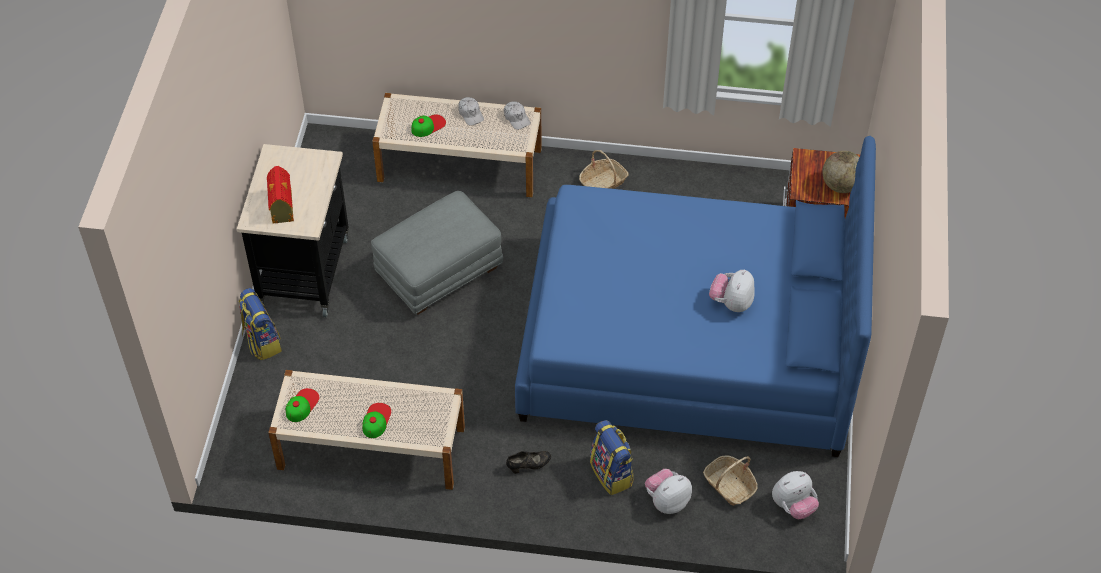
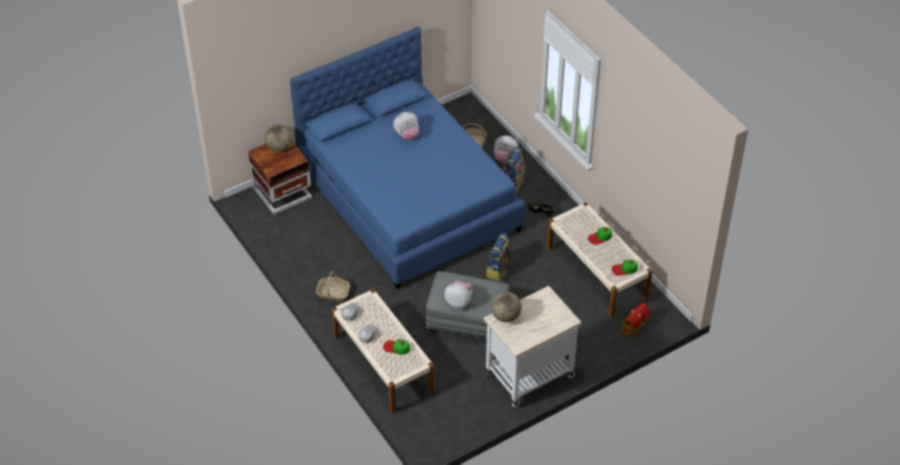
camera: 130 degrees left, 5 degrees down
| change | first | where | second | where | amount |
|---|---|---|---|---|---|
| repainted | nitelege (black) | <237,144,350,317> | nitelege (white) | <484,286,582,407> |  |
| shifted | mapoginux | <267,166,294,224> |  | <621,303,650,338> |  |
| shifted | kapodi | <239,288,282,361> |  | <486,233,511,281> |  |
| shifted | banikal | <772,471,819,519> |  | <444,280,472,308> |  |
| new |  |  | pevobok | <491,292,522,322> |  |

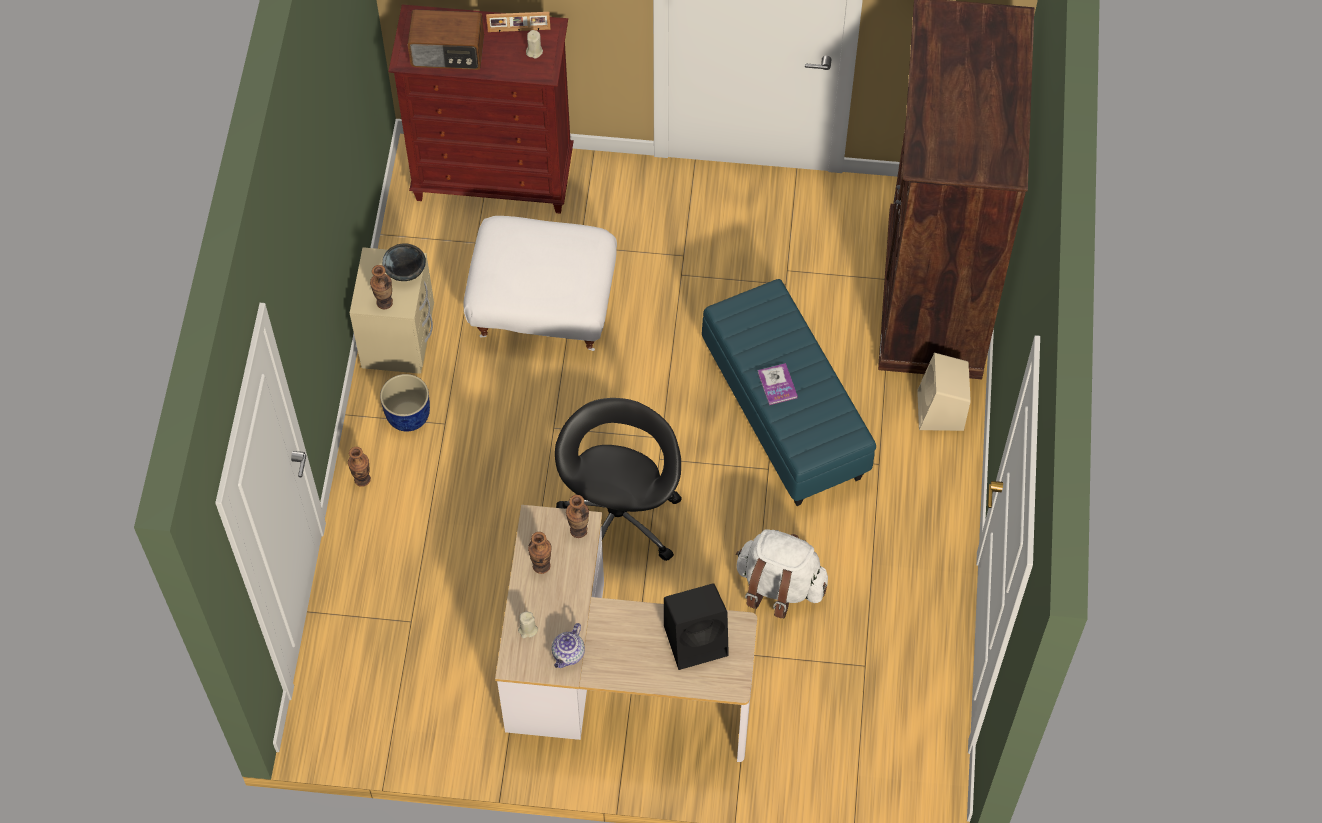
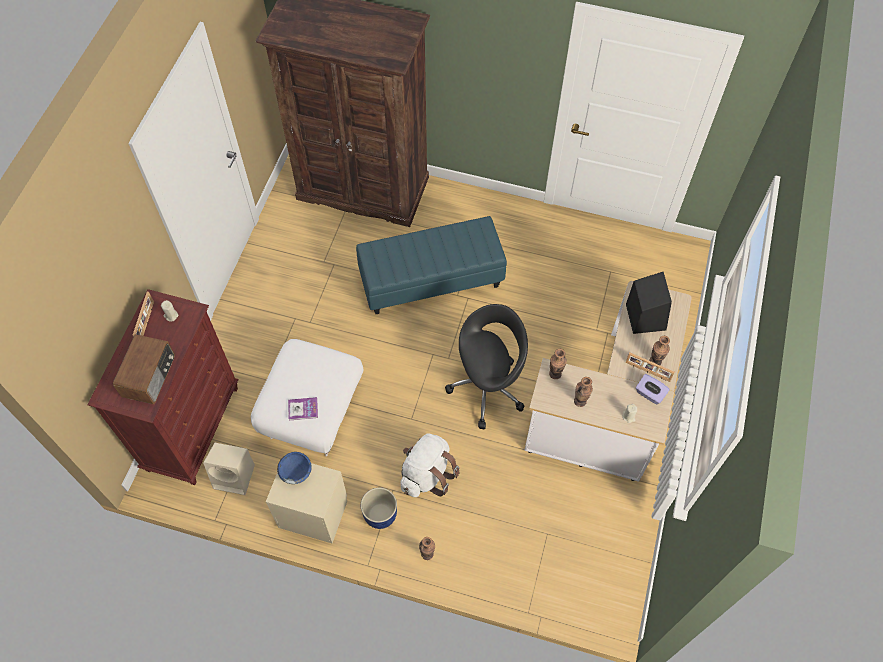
camera: 80 degrees left, 0 degrees up
| change | first | where | second | where | amount |
|---|---|---|---|---|---|
| repainted | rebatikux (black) | <382,243,426,281> | rebatikux (blue) | <277,452,312,484> |  |
| shifted | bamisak | <370,265,393,309> |  | <650,336,670,365> |  |
| shifted | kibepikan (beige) | <917,353,971,431> |  | <203,443,255,495> |  |
| shifted | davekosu | <758,363,798,405> |  | <288,397,318,420> |  |
| rotated | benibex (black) | <555,398,682,561> |  | <445,304,528,429> | 135 degrees clockwise |
| shifted | kapodi (white) | <736,530,828,618> |  | <400,434,459,497> |  |
| swapped | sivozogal | <552,623,585,668> | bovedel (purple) | <636,374,670,405> |  |
| new |  |  | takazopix | <625,352,675,382> |  |

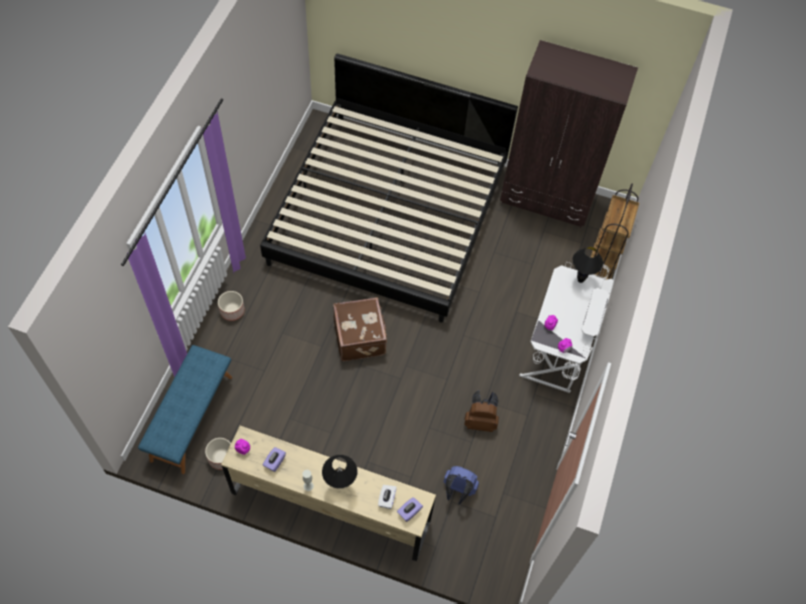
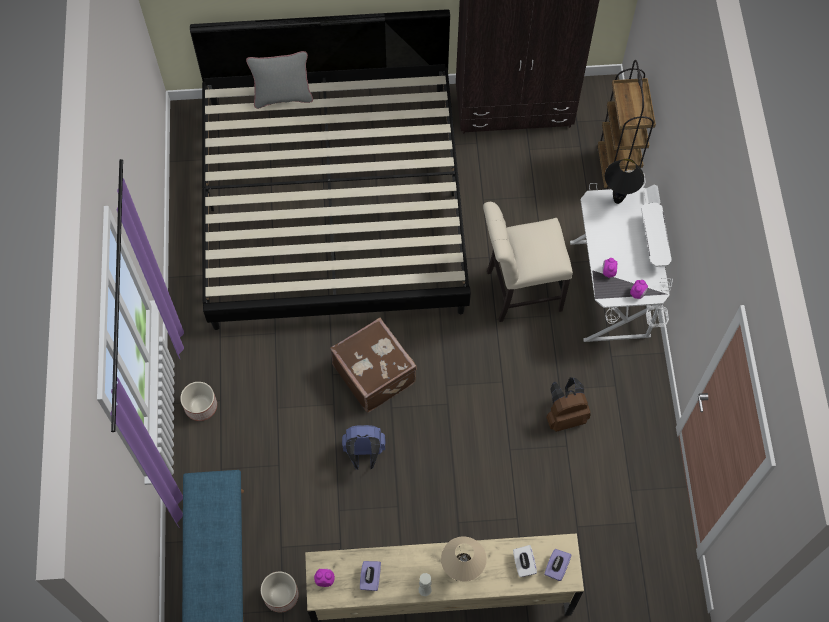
camera: 20 degrees left, 5 degrees up
| change | first | where | second | where | amount |
|---|---|---|---|---|---|
| repainted | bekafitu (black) | <322,455,358,489> | bekafitu (beige) | <441,537,487,582> |  |
| shifted | kapodi (blue) | <443,466,479,504> |  | <342,425,386,470> |  |
| new |  |  | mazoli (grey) | <246,51,313,109> |  |
| new |  |  | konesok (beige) | <483,202,573,322> |  |

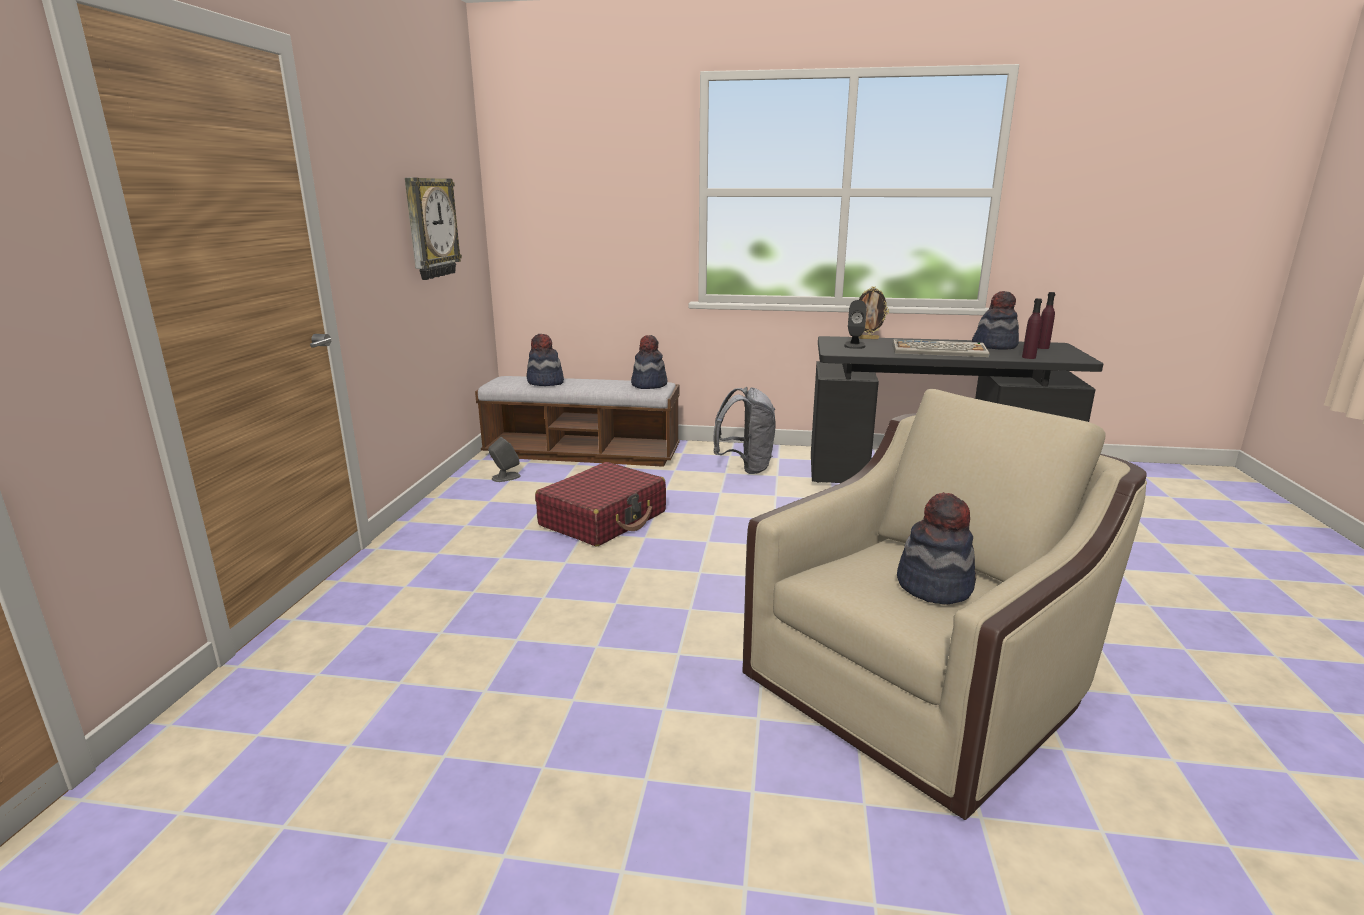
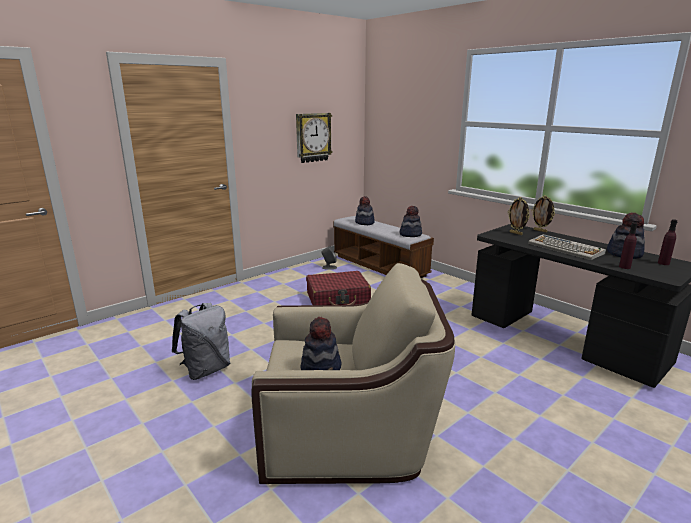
camera: 40 degrees right, 0 degrees up
| change | first | where | second | where | amount |
|---|---|---|---|---|---|
| swapped | kibepikan (black) | <844,300,867,349> | takazopix | <508,197,530,235> |  |
| shifted | kapodi (grey) | <713,387,775,474> |  | <172,303,230,380> |  |

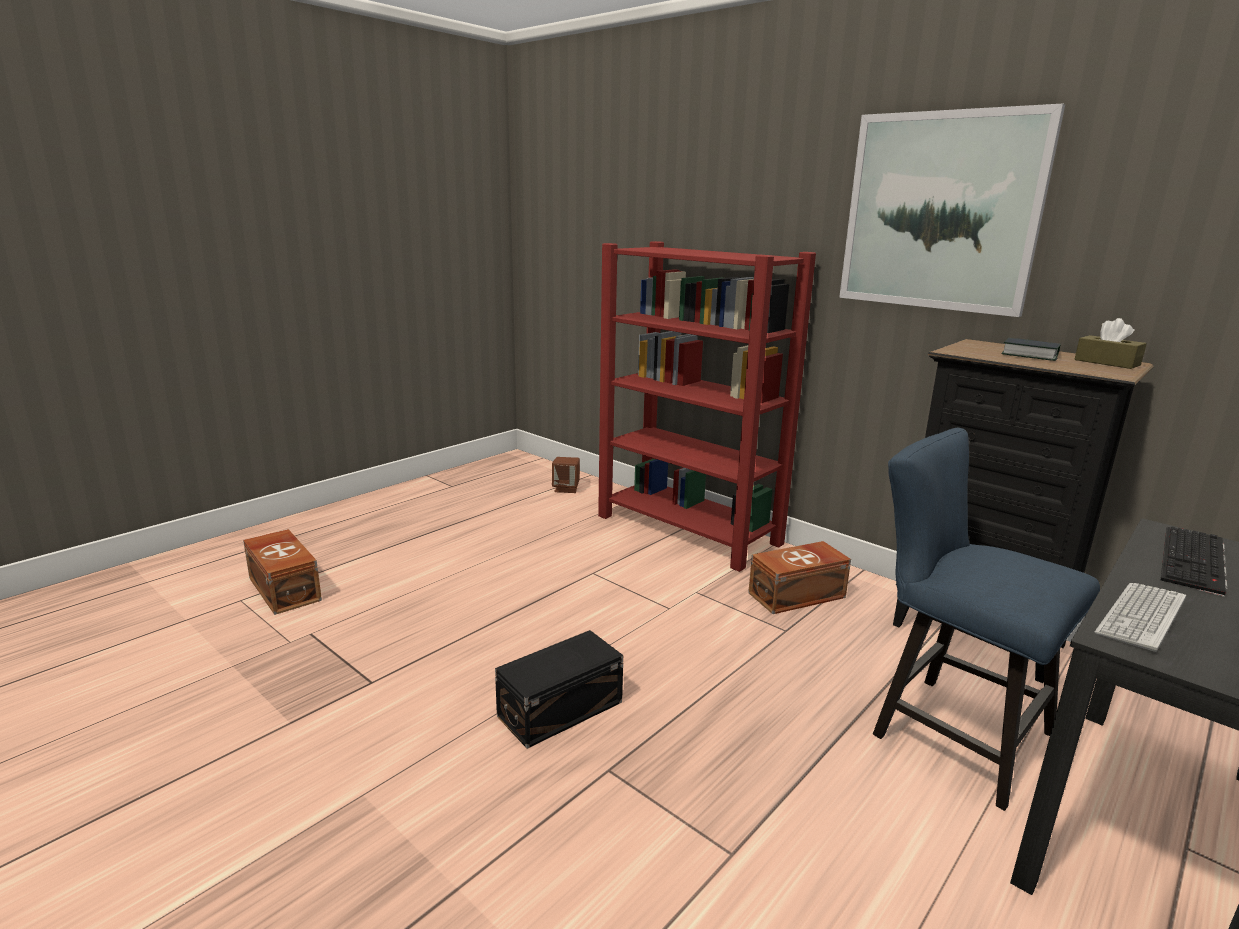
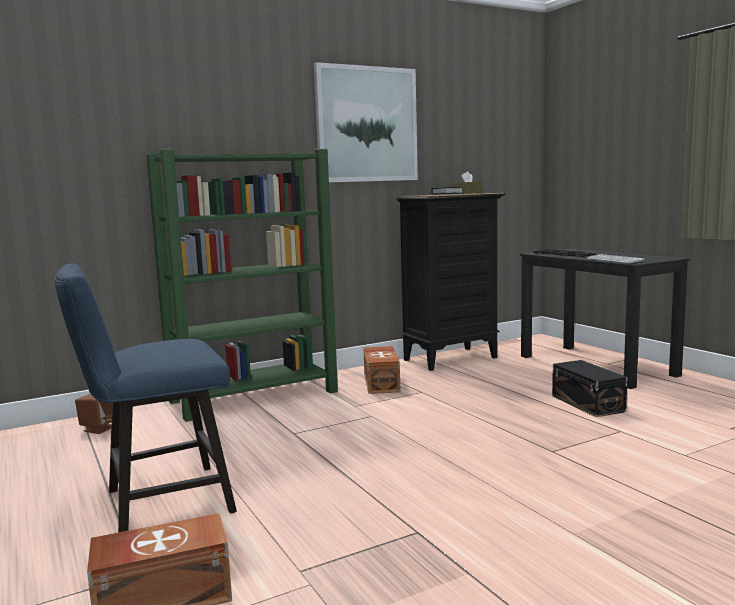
camera: 70 degrees left, 10 degrees down
| change | first | where | second | where | amount |
|---|---|---|---|---|---|
| repainted | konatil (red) | <598,241,816,572> | konatil (green) | <146,149,338,422> |  |
| shifted | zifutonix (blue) | <873,428,1100,811> |  | <55,263,237,532> |  |
| shifted | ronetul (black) | <495,630,623,749> |  | <552,360,627,417> |  |

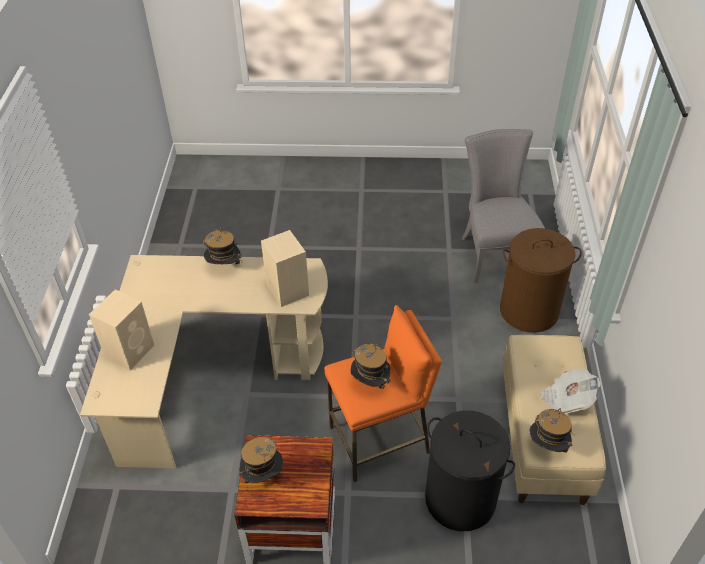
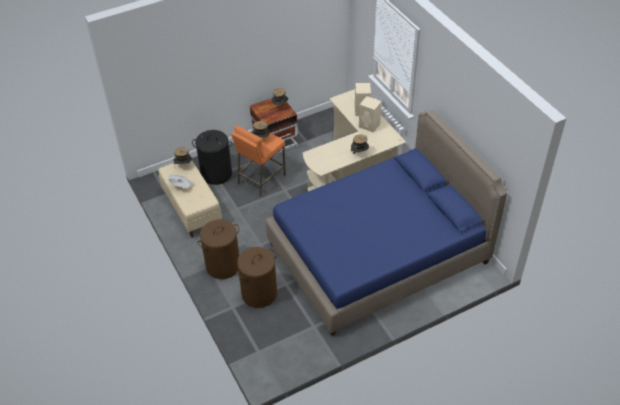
camera: 150 degrees right, 0 degrees up
| change | first | where | second | where | amount |
|---|---|---|---|---|---|
| swapped | zifutonix (grey) | <462,129,545,283> | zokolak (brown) | <236,247,277,308> |  |
| shifted | kibepikan (beige) | <261,230,309,307> |  | <359,96,382,133> |  |
| new |  |  | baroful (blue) | <266,110,507,336> |  |

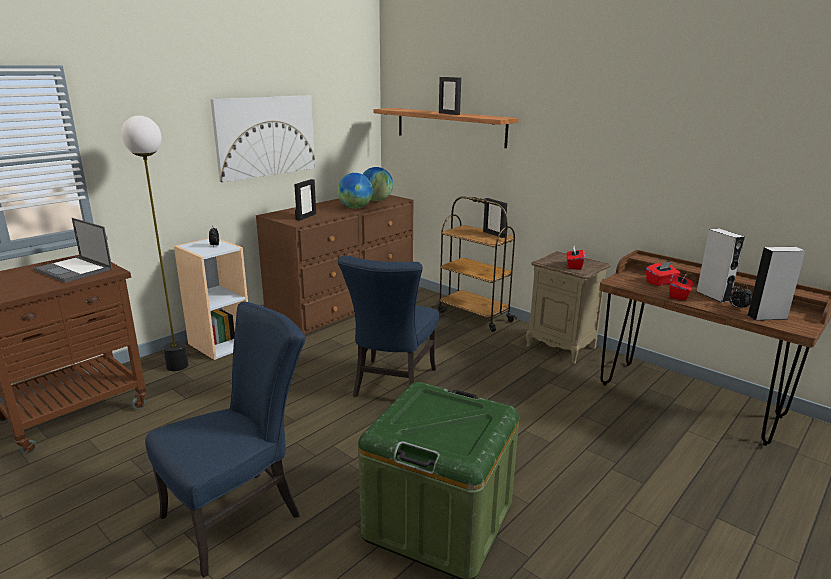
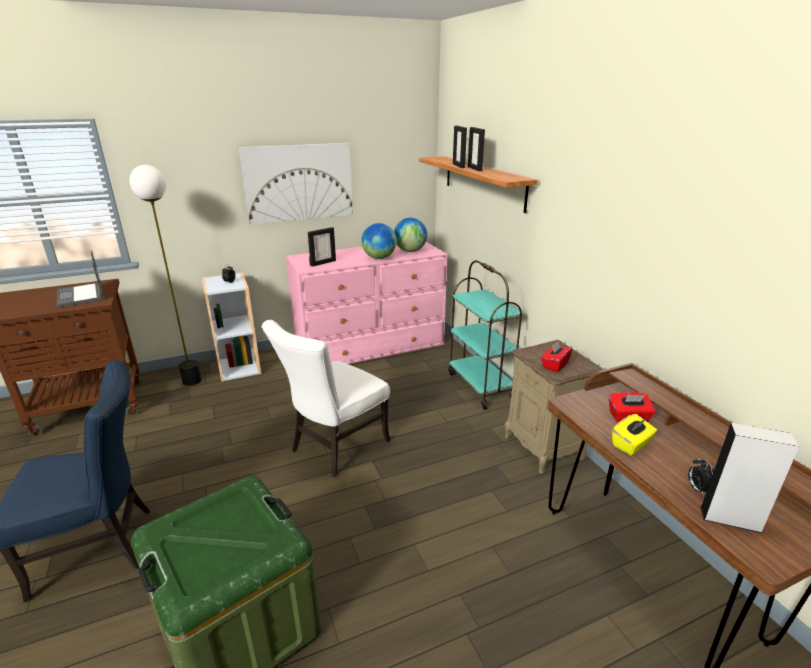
camera: 25 degrees right, 5 degrees up
| change | first | where | second | where | amount |
|---|---|---|---|---|---|
| repainted | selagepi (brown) | <256,195,414,334> | selagepi (pink) | <286,242,448,364> |  |
| repainted | nitelege (brown) | <438,196,517,332> | nitelege (turquoise) | <448,260,523,410> |  |
| shifted | takazopix | <483,198,507,238> |  | <453,126,467,168> |  |
| gone | kibepikan (grey) | <696,228,745,303> |  |  |  |
| repainted | zifutonix (blue) | <337,255,439,397> | zifutonix (white) | <261,320,390,477> |  |
| repainted | bovedel (red) | <669,273,693,300> | bovedel (yellow) | <612,414,657,455> |  |

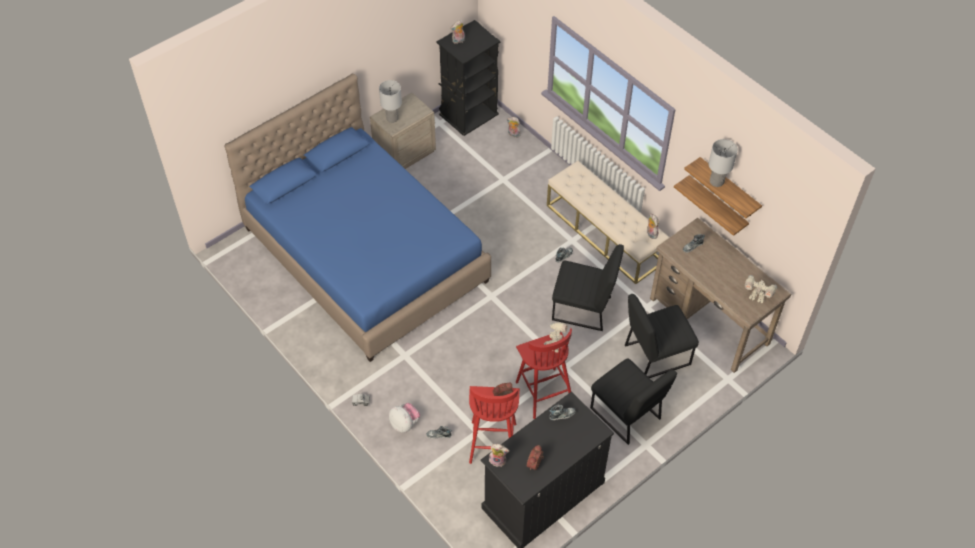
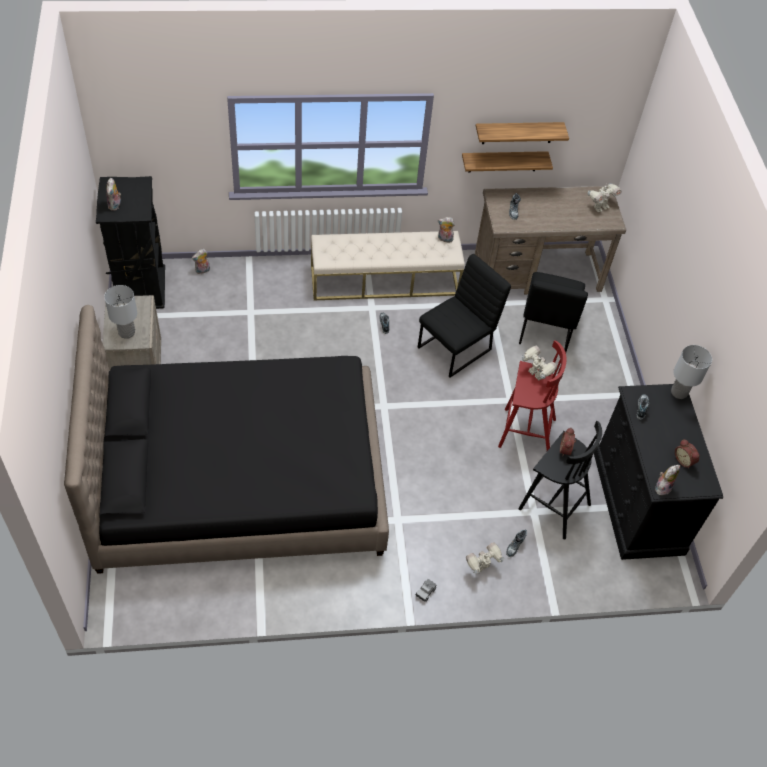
camera: 60 degrees left, 0 degrees up
| change | first | where | second | where | amount |
|---|---|---|---|---|---|
| repainted | baroful (blue) | <225,74,491,362> | baroful (black) | <64,305,389,574> |  |
| shifted | bekafitu (grey) | <709,139,738,187> |  | <671,345,712,399> |  |
| gone | zifutonix (black) | <590,359,677,445> |  |  |  |
| repainted | konesok (red) | <469,386,520,464> | konesok (black) | <519,421,602,540> |  |
| swapped | banikal | <389,403,420,433> | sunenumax | <466,542,504,574> |  |

